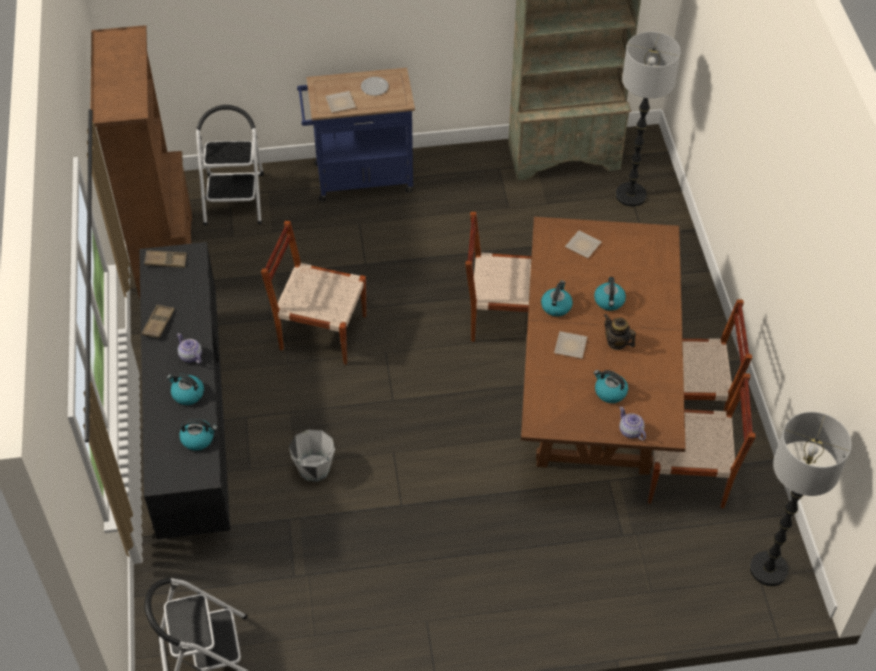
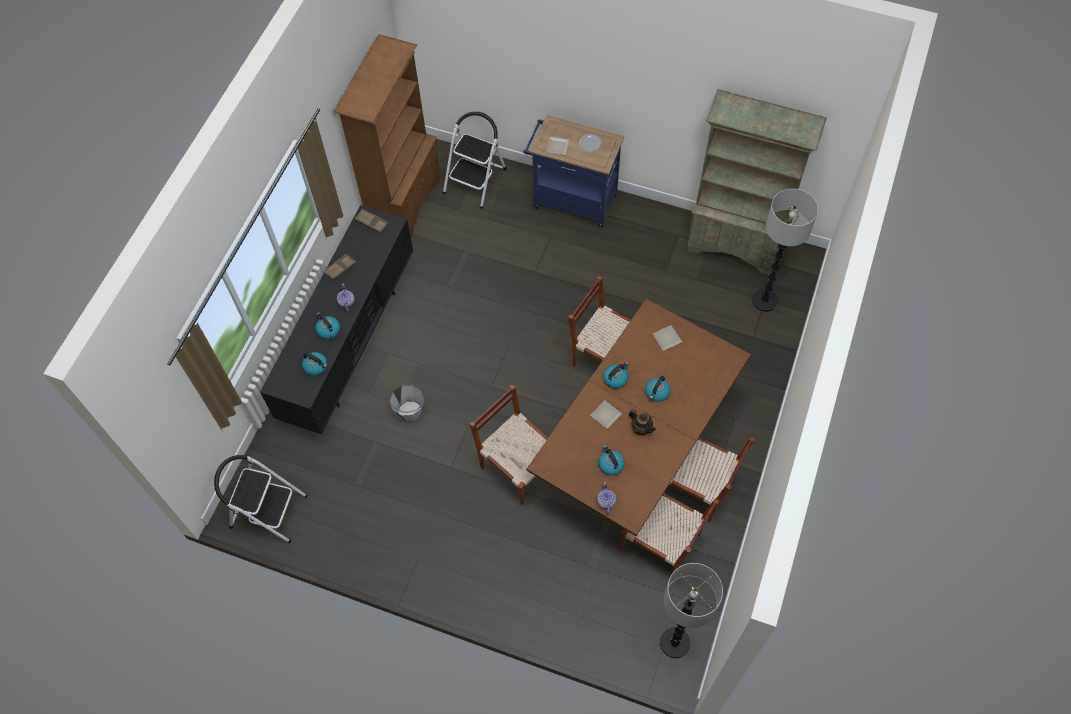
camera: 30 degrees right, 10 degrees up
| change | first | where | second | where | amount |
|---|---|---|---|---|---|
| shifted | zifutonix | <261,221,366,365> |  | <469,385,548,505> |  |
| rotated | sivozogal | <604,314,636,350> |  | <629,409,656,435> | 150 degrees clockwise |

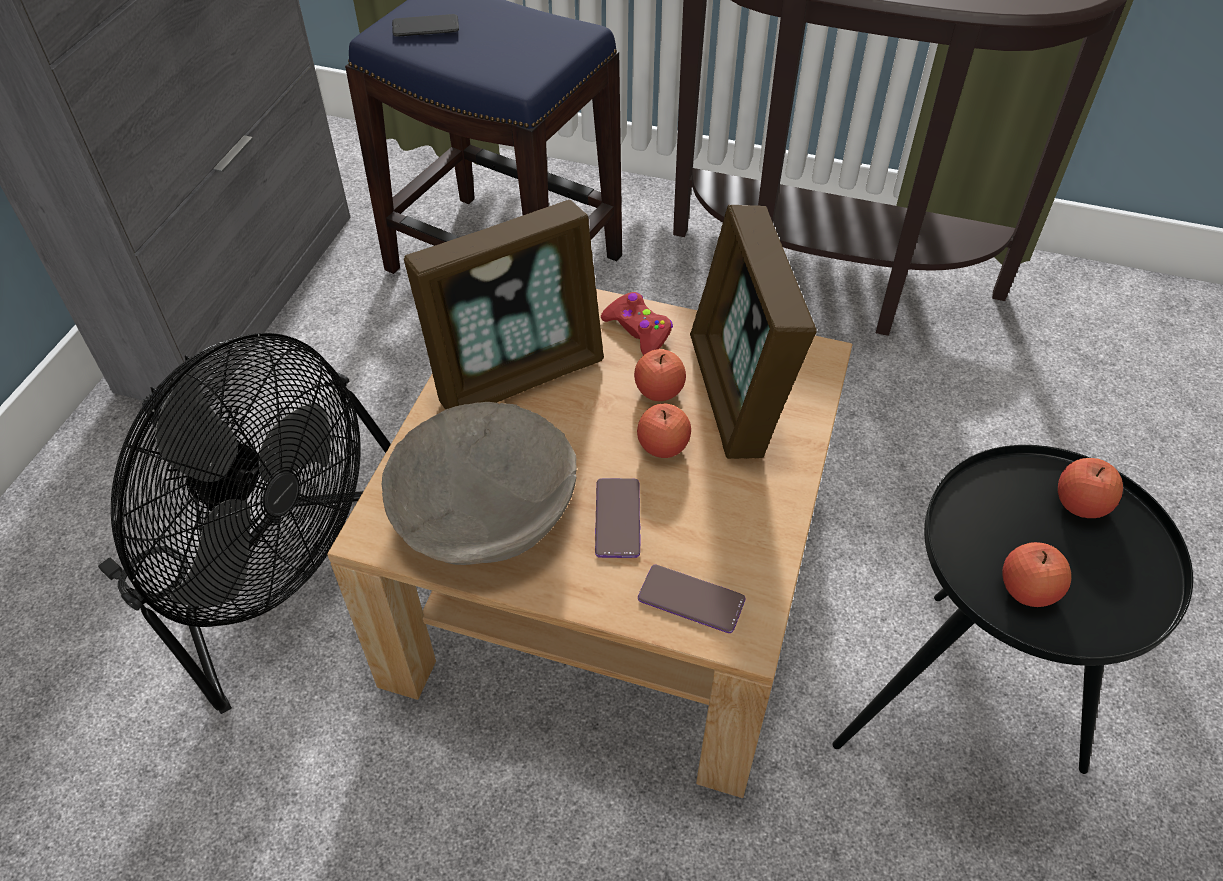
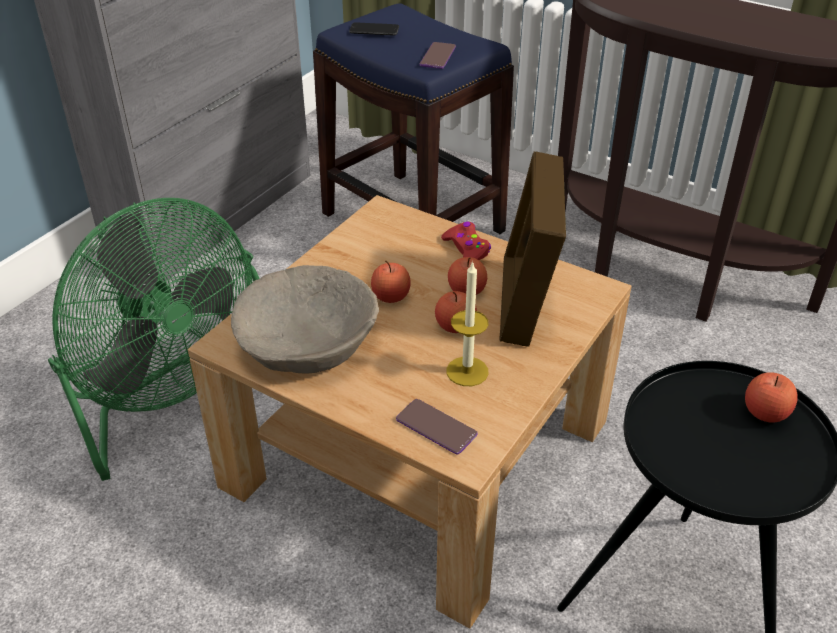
camera: 15 degrees right, 10 degrees down
| change | first | where | second | where | amount |
|---|---|---|---|---|---|
| gone | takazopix | <404,200,604,409> |  |  |  |
| repainted | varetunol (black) | <98,333,391,714> | varetunol (green) | <48,198,260,481> |  |
| shifted | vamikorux | <595,478,641,558> |  | <419,42,456,69> |  |
| shifted | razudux | <1002,542,1071,607> |  | <371,261,411,303> |  |
| new |  |  | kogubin | <446,261,488,386> |  |

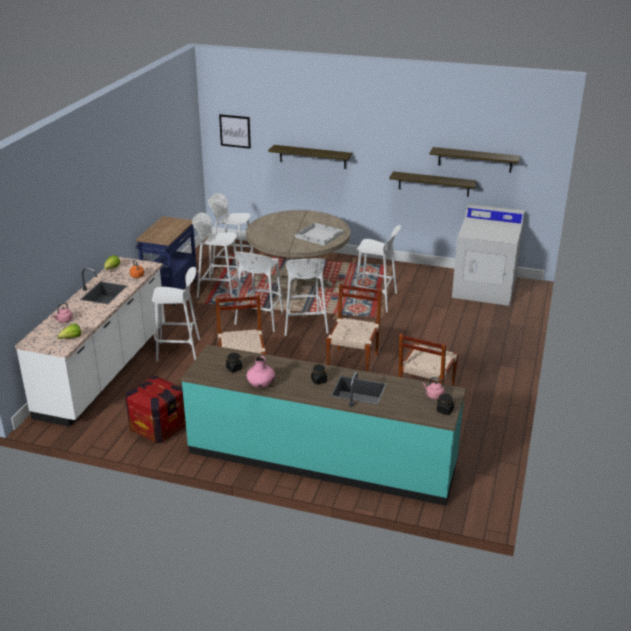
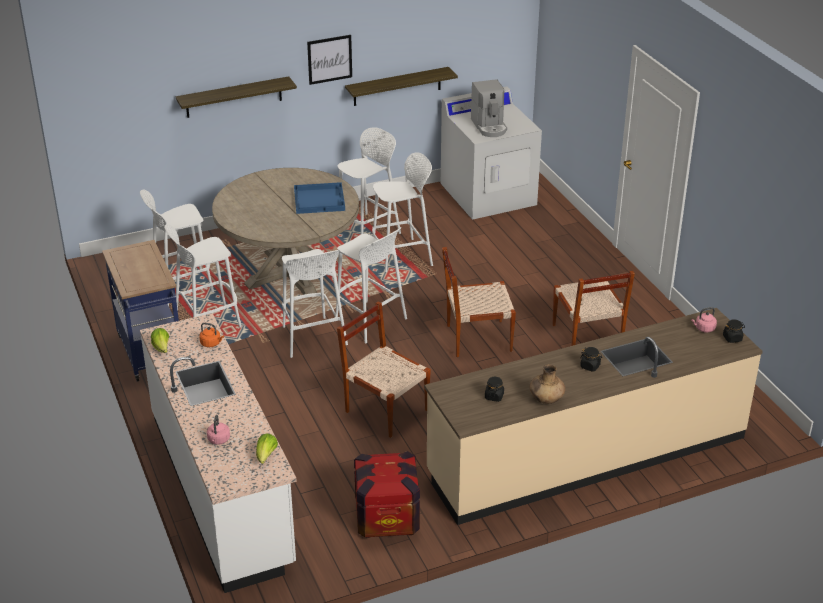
camera: 40 degrees left, 5 degrees up
| change | first | where | second | where | amount |
|---|---|---|---|---|---|
| shifted | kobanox | <219,114,251,149> |  | <307,35,352,85> |  |
| gone | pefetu | <429,147,520,173> |  |  |  |
| repainted | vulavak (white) | <295,222,344,246> | vulavak (blue) | <294,182,345,214> |  |
| shifted | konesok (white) | <152,267,200,361> |  | <338,127,401,234> |  |
| rotated | zifutonix | <326,283,382,372> |  | <442,247,516,357> | 75 degrees counterclockwise |
| repainted | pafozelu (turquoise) | <181,345,466,506> | pafozelu (beige) | <424,308,763,525> |  |
| repainted | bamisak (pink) | <246,356,275,388> | bamisak (brown) | <530,364,565,404> |  |
| new |  |  | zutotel | <471,80,507,137> |  |

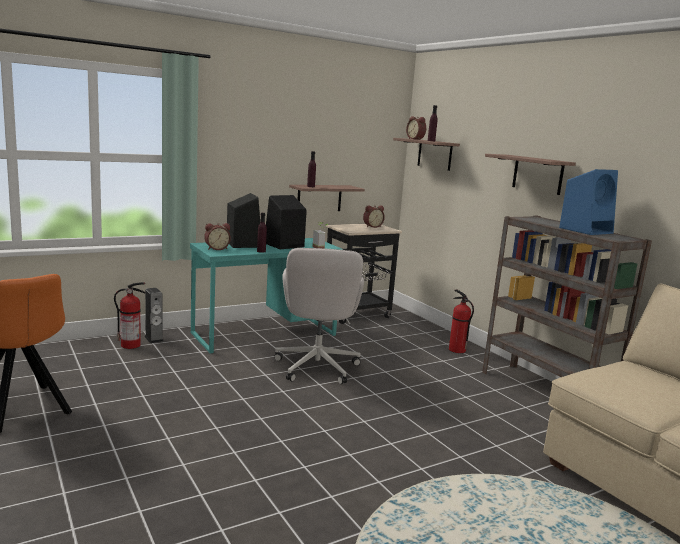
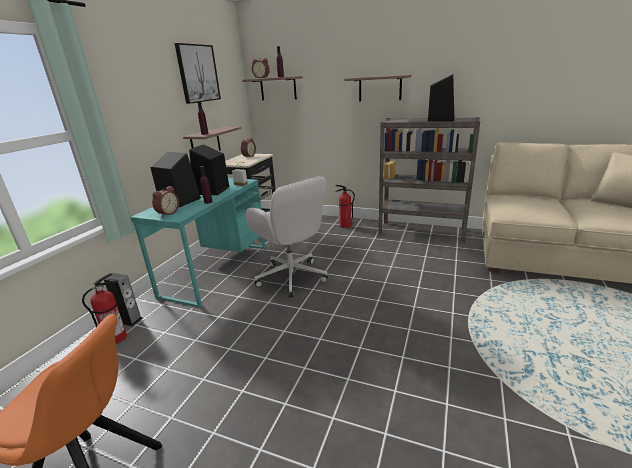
camera: 35 degrees left, 10 degrees up
| change | first | where | second | where | amount |
|---|---|---|---|---|---|
| repainted | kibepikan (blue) | <559,169,618,235> | kibepikan (black) | <428,74,454,122> |  |
| new |  |  | kobanox | <175,43,221,104> |  |

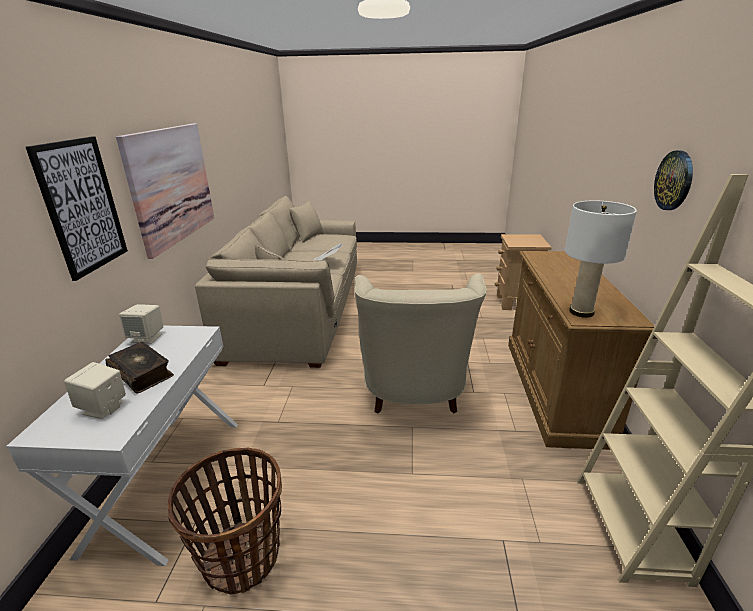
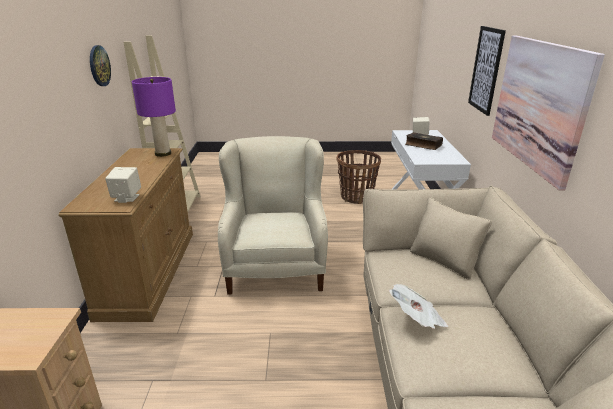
camera: 175 degrees right, 0 degrees up
| change | first | where | second | where | amount |
|---|---|---|---|---|---|
| repainted | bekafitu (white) | <565,200,637,318> | bekafitu (purple) | <132,77,176,157> |  |
| shifted | kibepikan (beige) | <119,304,163,344> |  | <105,167,141,203> |  |

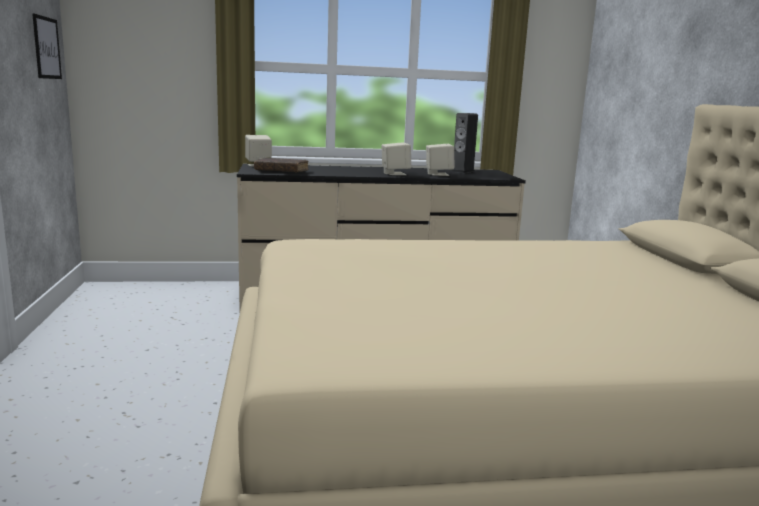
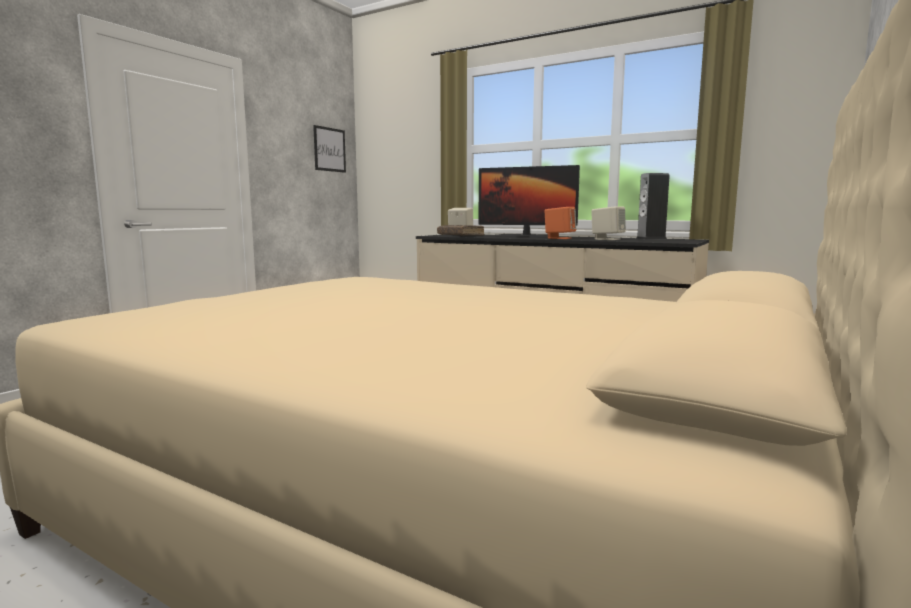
camera: 40 degrees right, 5 degrees down
| change | first | where | second | where | amount |
|---|---|---|---|---|---|
| repainted | kibepikan (beige) | <381,142,411,175> | kibepikan (orange) | <545,207,576,239> |  |
| new |  |  | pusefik | <478,165,580,237> |  |

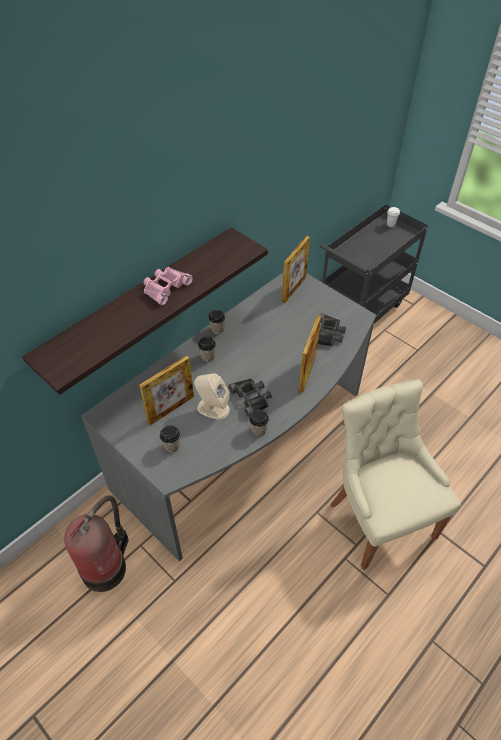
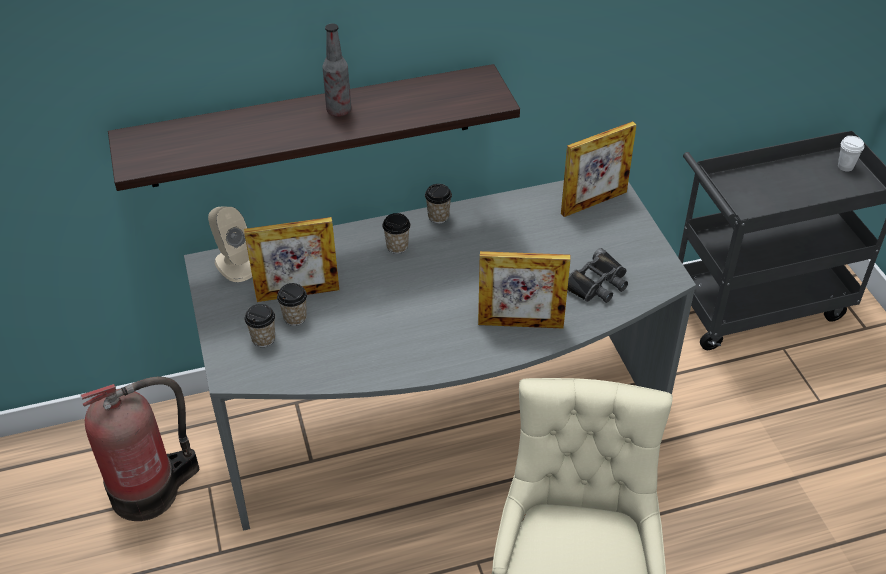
camera: 30 degrees right, 5 degrees down
| change | first | where | second | where | amount |
|---|---|---|---|---|---|
| swapped | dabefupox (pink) | <144,267,193,305> | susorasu | <322,23,351,117> |  |
| rotated | takazopix | <299,315,321,393> |  | <478,251,571,329> | 135 degrees counterclockwise |
| shifted | kibepikan (beige) | <194,373,230,419> |  | <208,207,252,282> |  |
| gone | dabefupox (black) | <229,378,272,417> |  |  |  |
| shifted | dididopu | <249,410,269,436> |  | <277,283,307,326> |  |

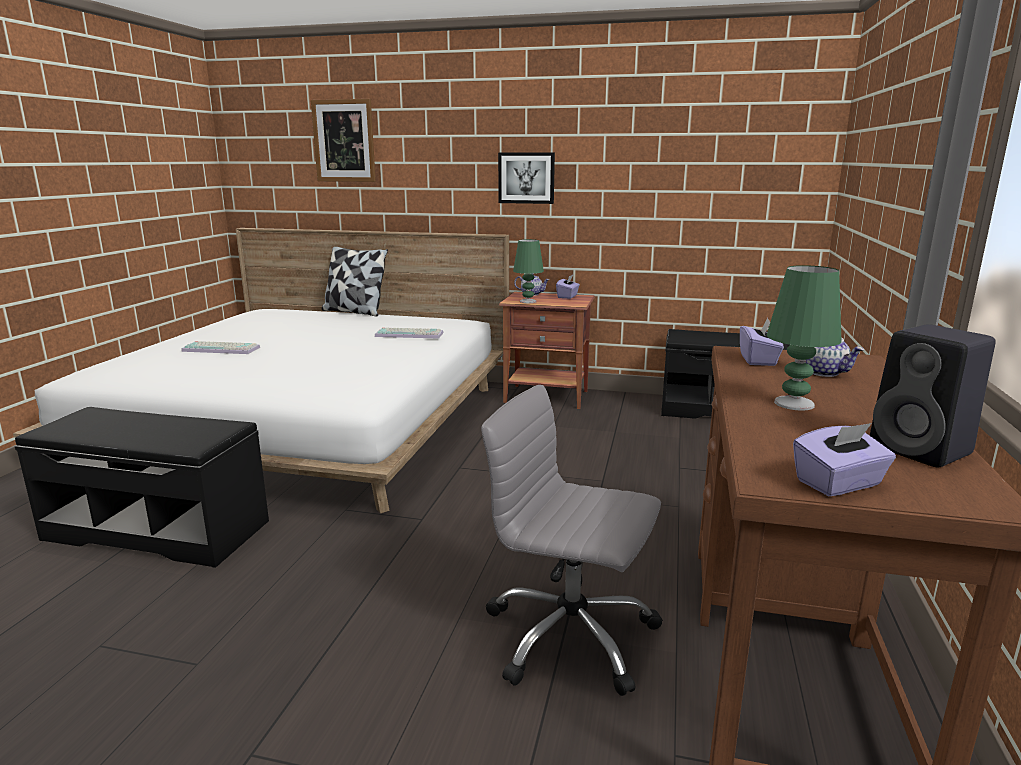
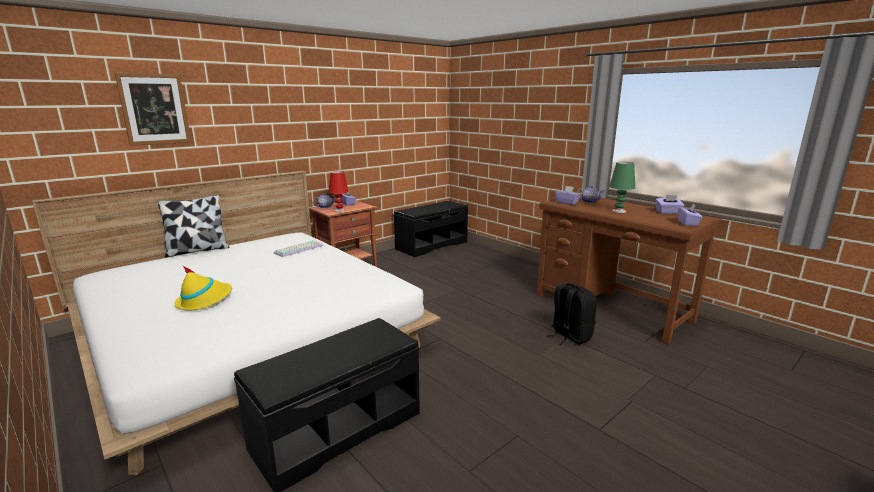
camera: 55 degrees left, 0 degrees up
| change | first | where | second | where | amount |
|---|---|---|---|---|---|
| gone | kobanox | <498,152,555,204> |  |  |  |
| repainted | bekafitu (green) | <513,239,544,303> | bekafitu (red) | <329,171,349,212> |  |
| swapped | kibepikan (black) | <870,324,995,468> | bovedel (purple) | <655,195,684,214> |  |
| swapped | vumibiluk | <181,341,260,354> | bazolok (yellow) | <175,265,232,311> |  |
| swapped | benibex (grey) | <481,385,663,696> | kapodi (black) | <547,283,597,345> |  |

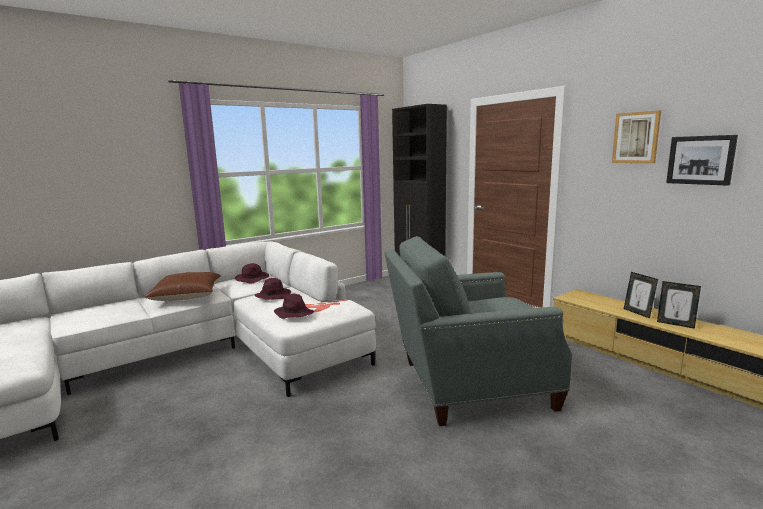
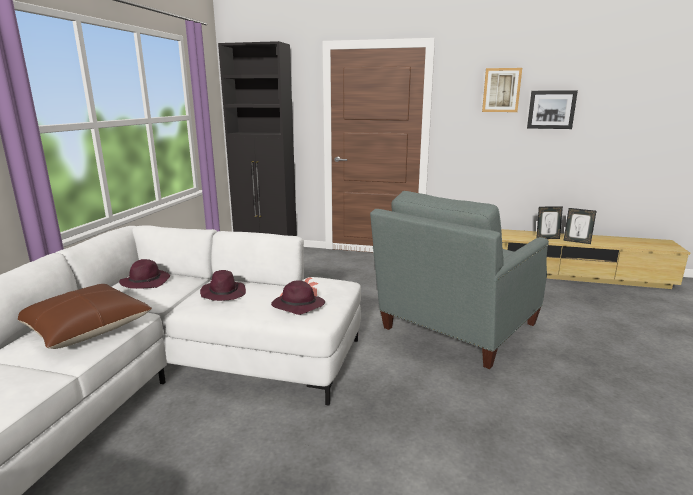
camera: 40 degrees left, 5 degrees up
| change | first | where | second | where | amount |
|---|---|---|---|---|---|
| shifted | takazopix | <624,272,658,318> |  | <563,208,596,244> |  |

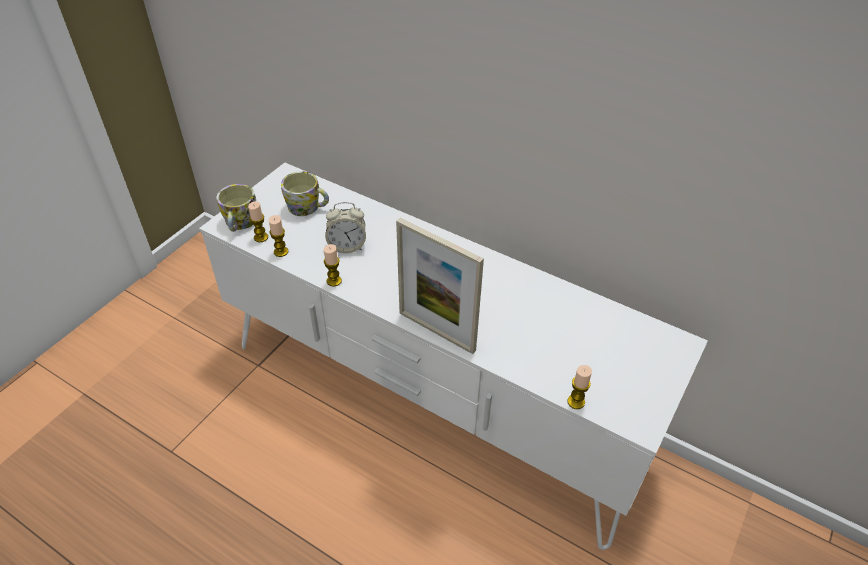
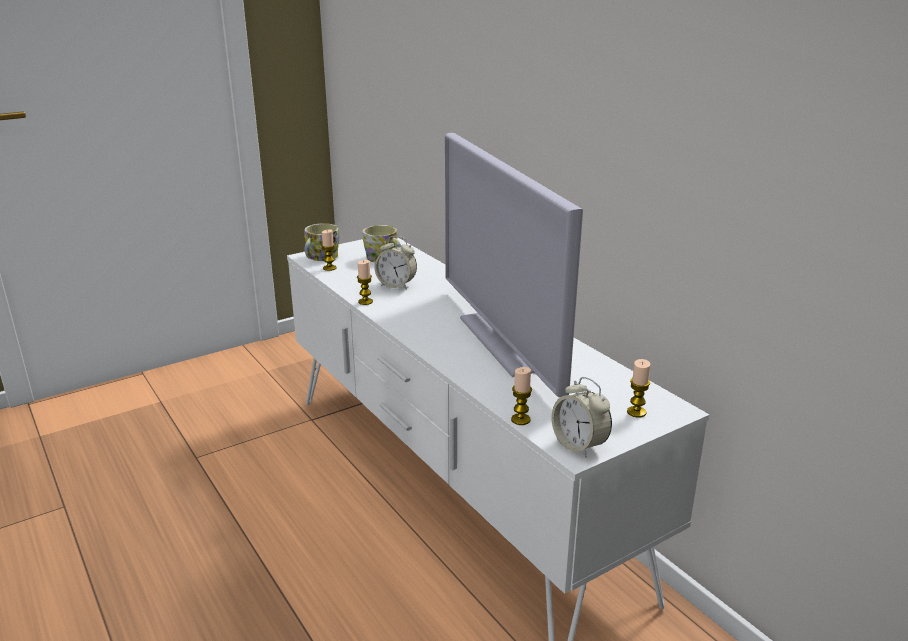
camera: 25 degrees right, 20 degrees down
| change | first | where | second | where | amount |
|---|---|---|---|---|---|
| shifted | kogubin | <269,215,288,257> |  | <627,359,650,418> |  |
| gone | takazopix | <396,218,484,354> |  |  |  |
| new |  |  | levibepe | <445,133,583,397> |  |
| new |  |  | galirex | <551,377,612,458> |  |

